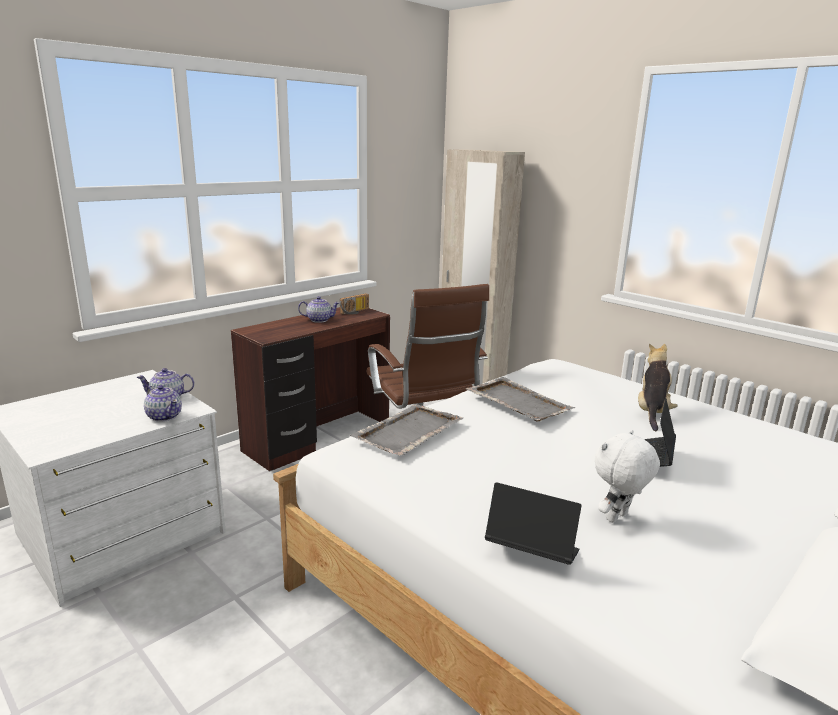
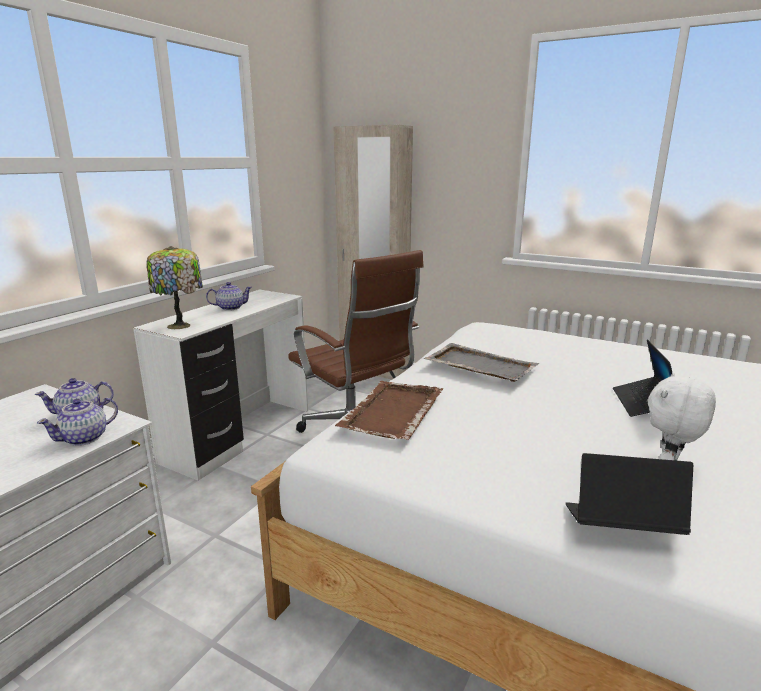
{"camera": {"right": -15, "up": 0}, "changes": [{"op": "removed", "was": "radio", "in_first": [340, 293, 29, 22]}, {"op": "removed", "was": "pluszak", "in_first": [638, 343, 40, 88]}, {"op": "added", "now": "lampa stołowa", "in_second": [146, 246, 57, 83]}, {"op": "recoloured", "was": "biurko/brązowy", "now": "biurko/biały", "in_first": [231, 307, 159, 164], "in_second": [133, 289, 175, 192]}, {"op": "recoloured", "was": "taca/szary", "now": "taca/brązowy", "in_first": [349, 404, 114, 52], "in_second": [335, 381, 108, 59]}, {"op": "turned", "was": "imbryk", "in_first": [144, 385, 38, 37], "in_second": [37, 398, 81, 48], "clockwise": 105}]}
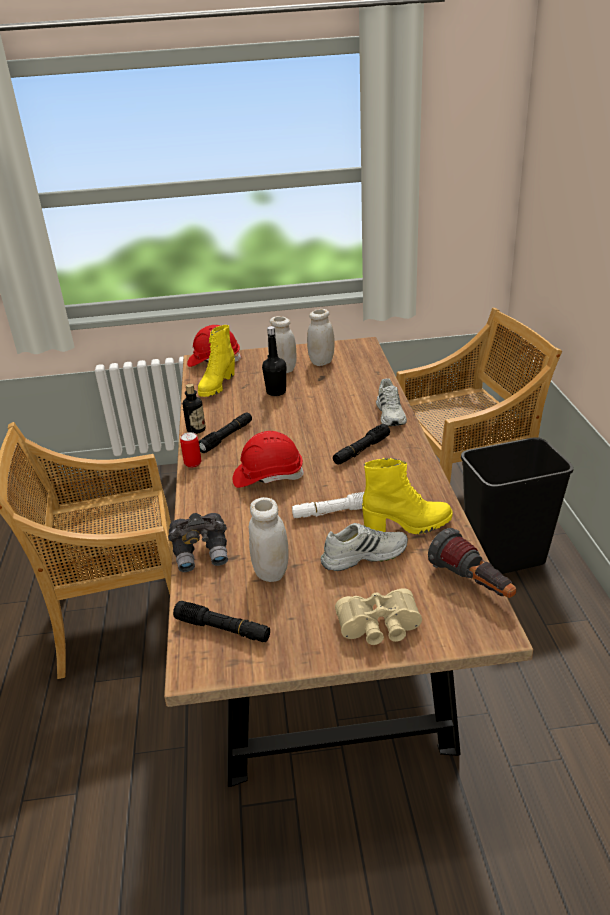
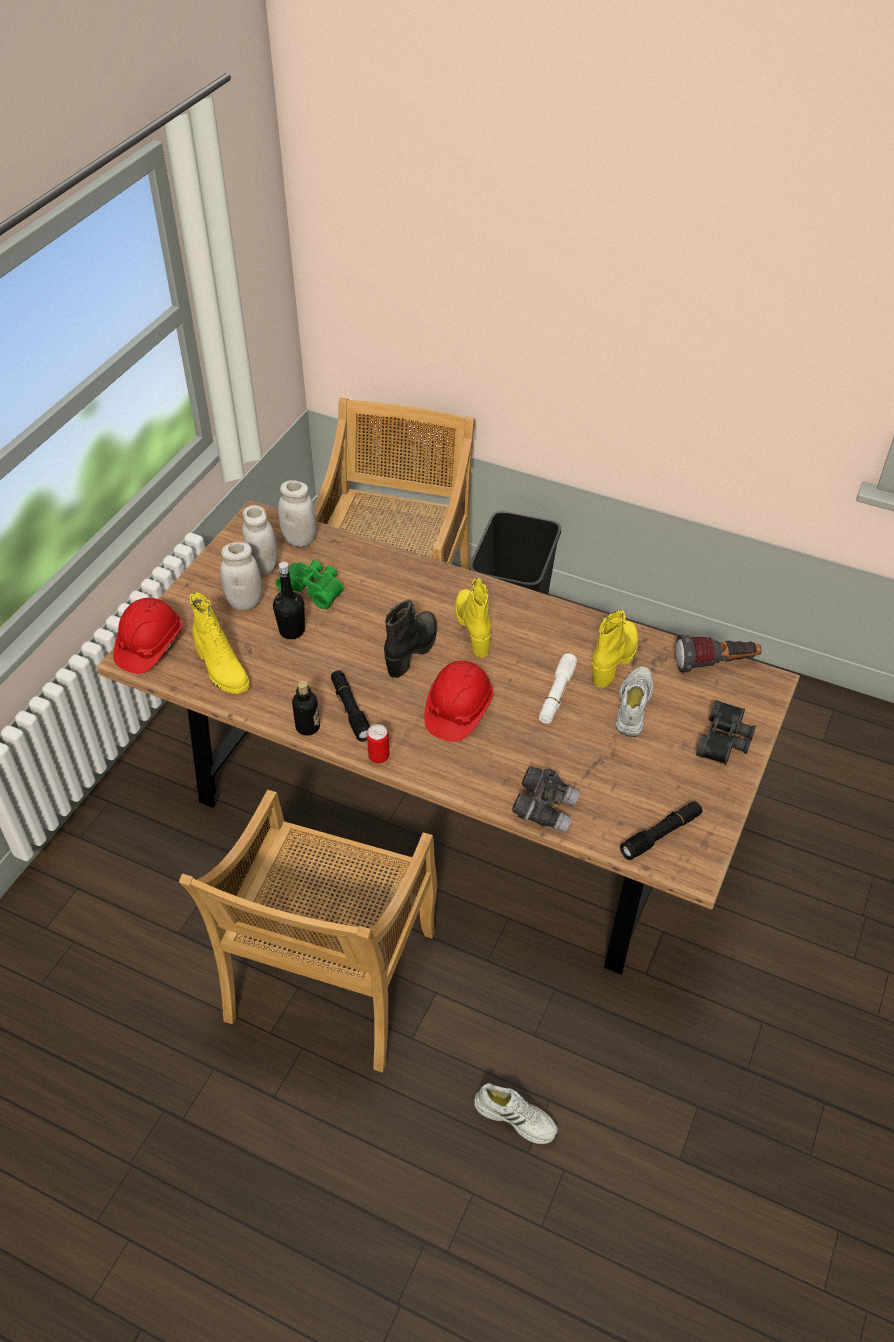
{"camera": {"right": -60, "up": 15}, "changes": [{"op": "added", "now": "lornetka/zielony", "in_second": [276, 560, 68, 49]}, {"op": "added", "now": "but z cholewką/czarny", "in_second": [384, 599, 53, 79]}, {"op": "moved", "was": "słoik/biały", "in_first": [249, 497, 39, 85], "in_second": [278, 480, 39, 67]}, {"op": "moved", "was": "but/biały", "in_first": [376, 378, 31, 48], "in_second": [474, 1083, 84, 61]}, {"op": "replaced", "was": "latarka/czarny", "now": "but z cholewką/żółty", "in_first": [333, 424, 57, 41], "in_second": [455, 578, 36, 79]}, {"op": "recoloured", "was": "lornetka/beżowy", "now": "lornetka/czarny", "in_first": [335, 588, 87, 57], "in_second": [696, 700, 60, 65]}]}
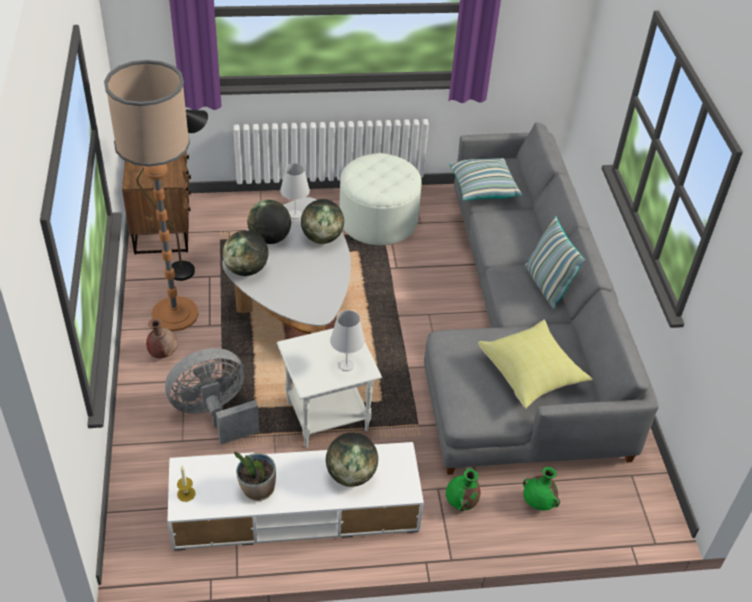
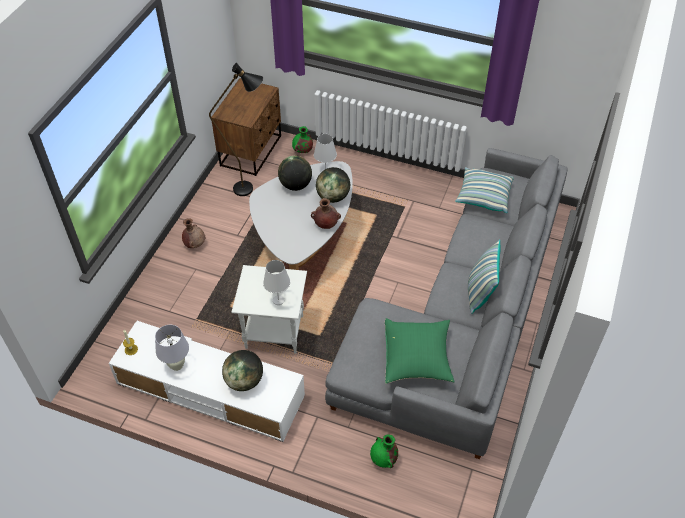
{"camera": {"right": 30, "up": 5}, "changes": [{"op": "removed", "was": "lampa stojąca", "in_first": [104, 60, 95, 271]}, {"op": "removed", "was": "wentylator/szary", "in_first": [165, 348, 94, 97]}, {"op": "removed", "was": "globus", "in_first": [223, 230, 45, 46]}, {"op": "removed", "was": "pufa/biały", "in_first": [339, 153, 83, 92]}, {"op": "added", "now": "wazon/brązowy", "in_second": [311, 198, 30, 31]}, {"op": "moved", "was": "wazon/zielony", "in_first": [446, 468, 35, 43], "in_second": [292, 126, 21, 27]}, {"op": "replaced", "was": "roślina doniczkowa", "now": "lampa stołowa/biały", "in_first": [234, 451, 42, 50], "in_second": [155, 325, 34, 46]}, {"op": "recoloured", "was": "poduszka/żółty", "now": "poduszka/zielony", "in_first": [478, 319, 115, 89], "in_second": [385, 318, 70, 66]}]}
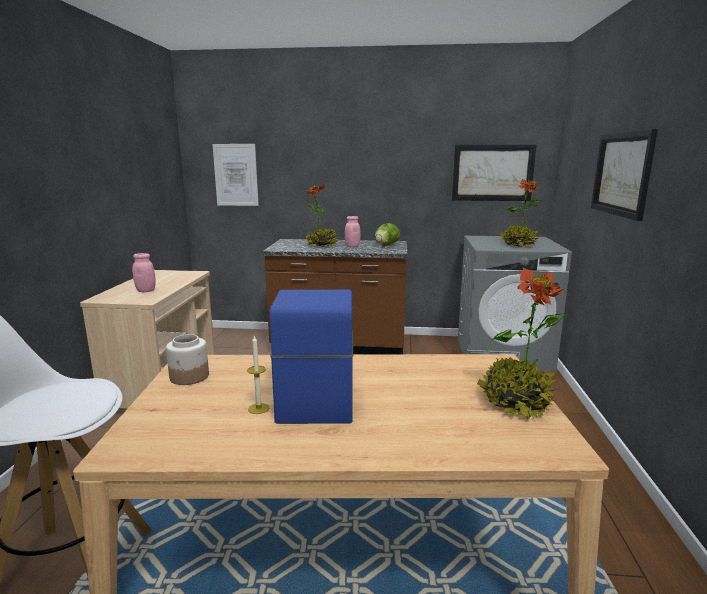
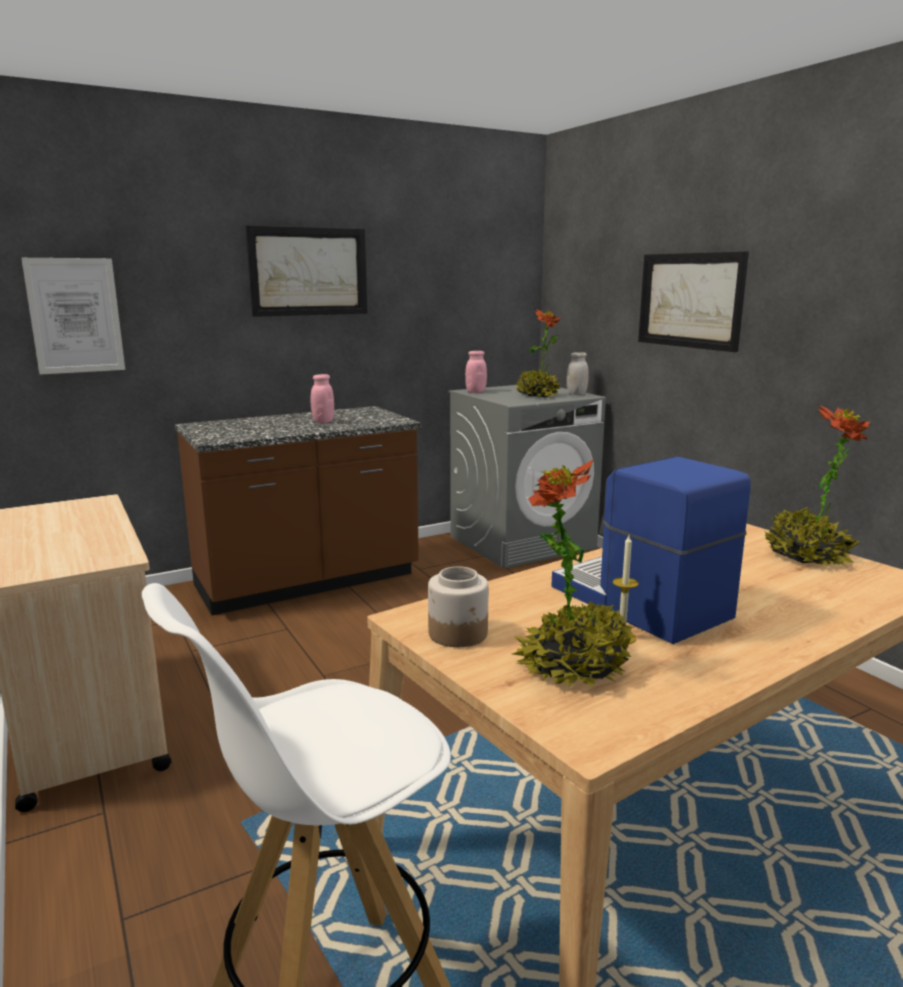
{"camera": {"right": -35, "up": 0}, "changes": [{"op": "removed", "was": "sałata", "in_first": [375, 223, 25, 23]}, {"op": "added", "now": "słoik/biały", "in_second": [567, 352, 22, 43]}, {"op": "moved", "was": "słoik/różowy", "in_first": [132, 253, 24, 39], "in_second": [465, 351, 22, 42]}, {"op": "moved", "was": "roślina doniczkowa", "in_first": [306, 185, 33, 62], "in_second": [512, 459, 121, 228]}, {"op": "moved", "was": "obraz", "in_first": [452, 145, 84, 56], "in_second": [246, 225, 121, 92]}]}
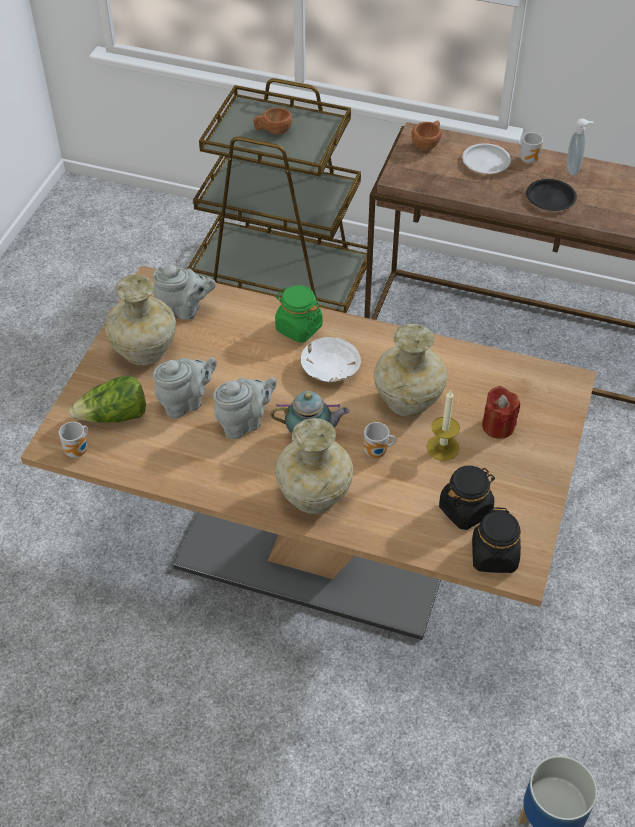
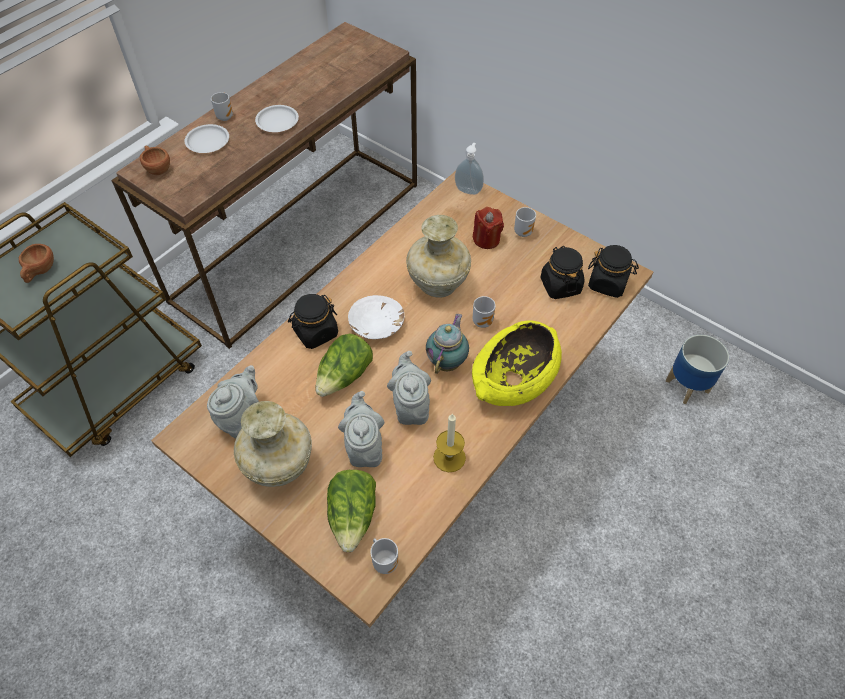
{"camera": {"right": -70, "up": 5}, "changes": [{"op": "added", "now": "sałata", "in_second": [316, 333, 57, 64]}, {"op": "added", "now": "kubek", "in_second": [514, 207, 22, 30]}, {"op": "moved", "was": "świeca", "in_first": [427, 389, 33, 72], "in_second": [433, 413, 33, 59]}, {"op": "moved", "was": "dozownik mydła", "in_first": [567, 119, 26, 56], "in_second": [455, 143, 29, 52]}, {"op": "replaced", "was": "wazon/beżowy", "now": "miska/żółty", "in_first": [275, 418, 78, 96], "in_second": [472, 320, 90, 86]}, {"op": "recoloured", "was": "słoik/zielony", "now": "słoik/czarny", "in_first": [275, 285, 47, 58], "in_second": [288, 294, 50, 55]}, {"op": "recoloured", "was": "talerz/czarny", "now": "talerz/biały", "in_first": [526, 179, 51, 32], "in_second": [255, 105, 44, 27]}]}
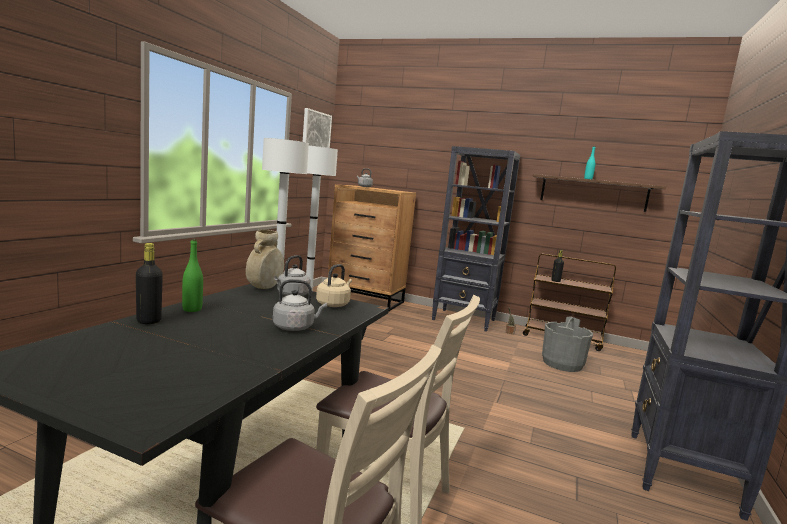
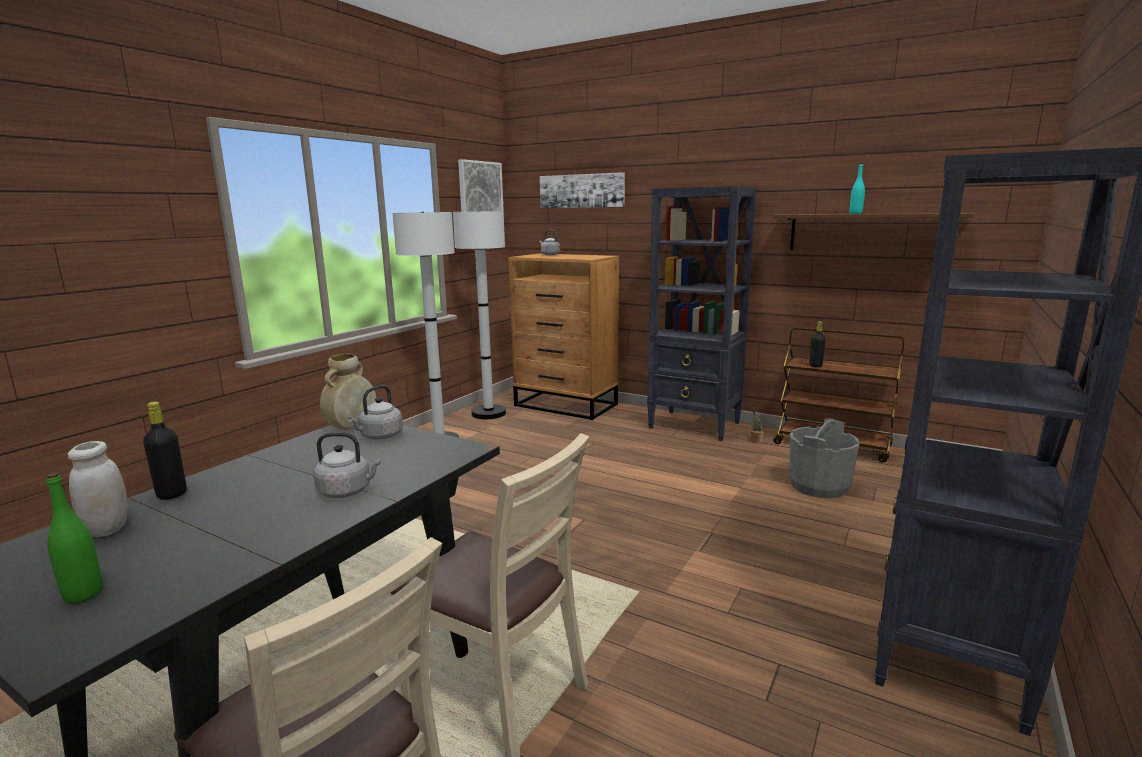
{"camera": {"right": 10, "up": 5}, "changes": [{"op": "removed", "was": "czajnik/beżowy", "in_first": [316, 264, 36, 43]}, {"op": "added", "now": "słoik/biały", "in_second": [68, 441, 59, 96]}, {"op": "added", "now": "obraz", "in_second": [540, 172, 85, 36]}, {"op": "moved", "was": "butelka/zielony", "in_first": [182, 239, 21, 73], "in_second": [46, 473, 57, 130]}]}
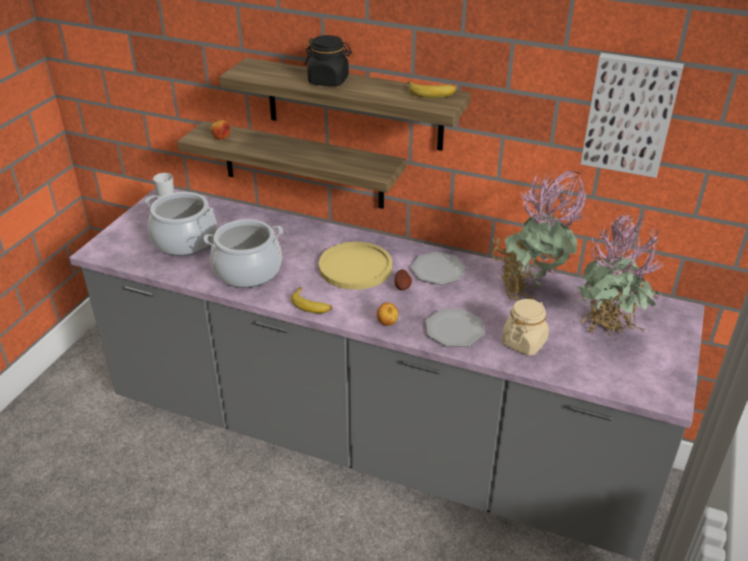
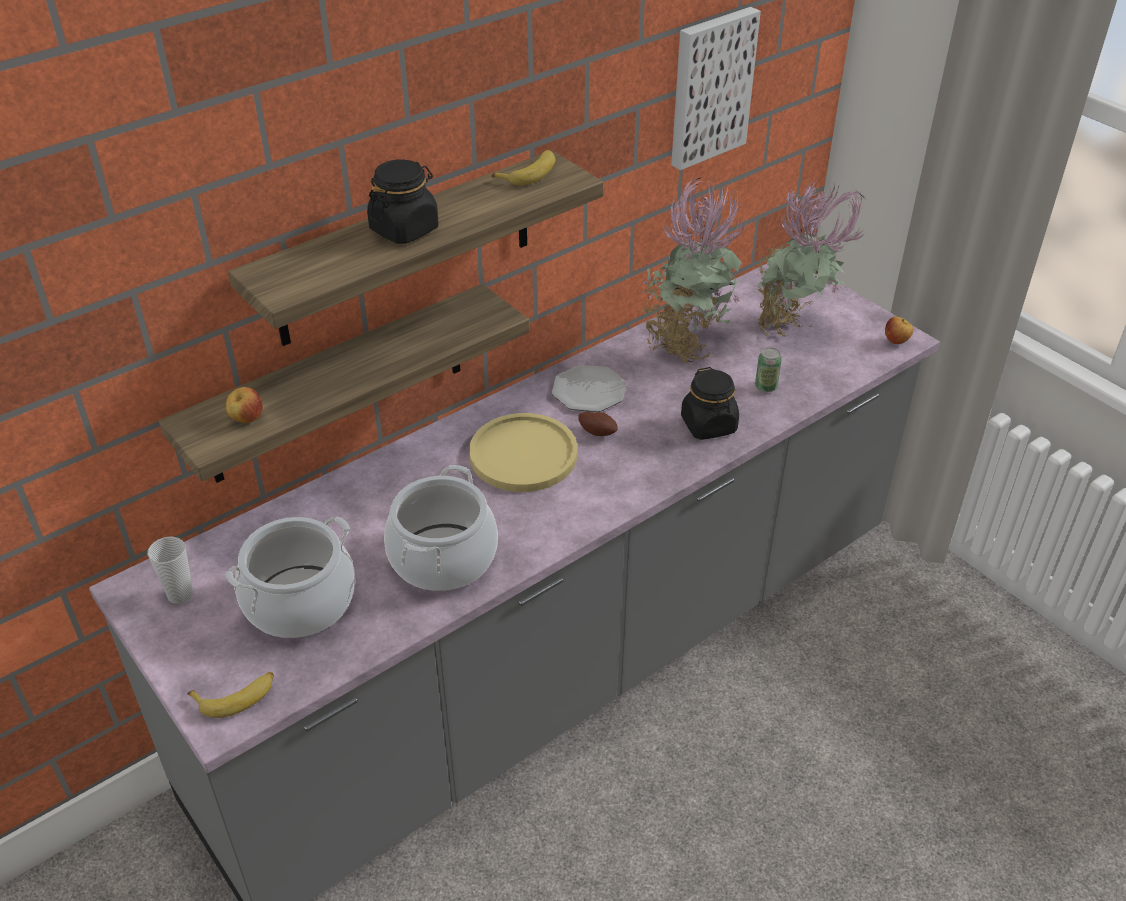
{"camera": {"right": -60, "up": 5}, "changes": [{"op": "moved", "was": "banan", "in_first": [291, 287, 41, 27], "in_second": [187, 672, 87, 46]}, {"op": "moved", "was": "jabłko", "in_first": [377, 302, 21, 24], "in_second": [885, 317, 28, 27]}, {"op": "replaced", "was": "talerz", "now": "słoik/czarny", "in_first": [425, 309, 60, 38], "in_second": [681, 367, 58, 73]}, {"op": "replaced", "was": "słoik/beżowy", "now": "puszka", "in_first": [501, 299, 48, 57], "in_second": [755, 347, 27, 45]}]}
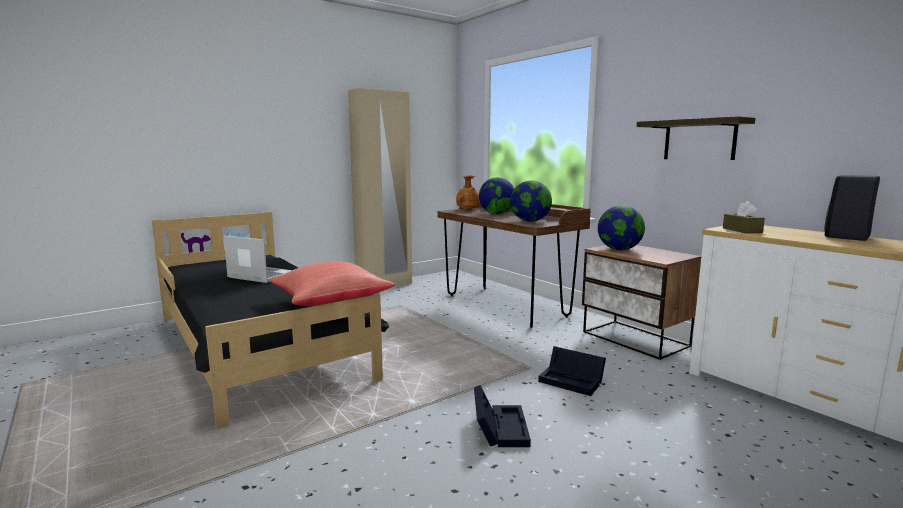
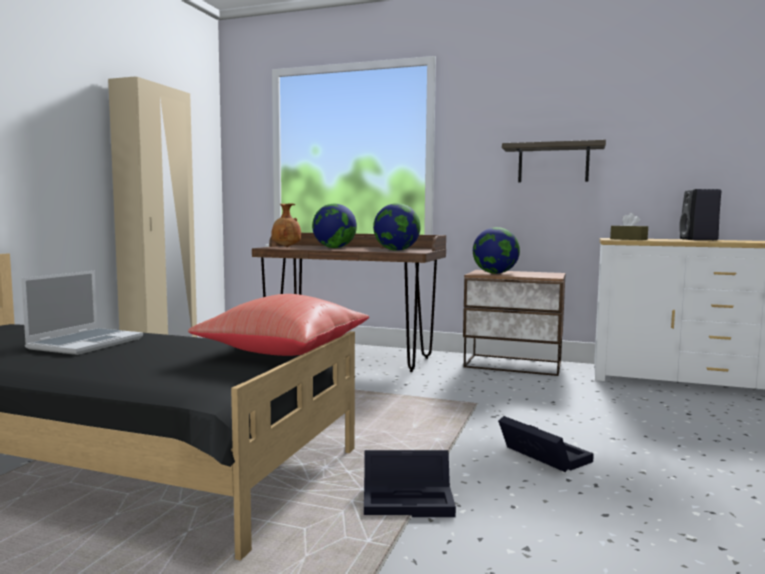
{"camera": {"right": -35, "up": -5}, "changes": [{"op": "moved", "was": "pojemnik do przechowywania/czarny", "in_first": [538, 346, 68, 50], "in_second": [364, 450, 92, 67]}, {"op": "turned", "was": "laptop", "in_first": [224, 236, 68, 47], "in_second": [21, 271, 122, 84], "clockwise": 120}]}
